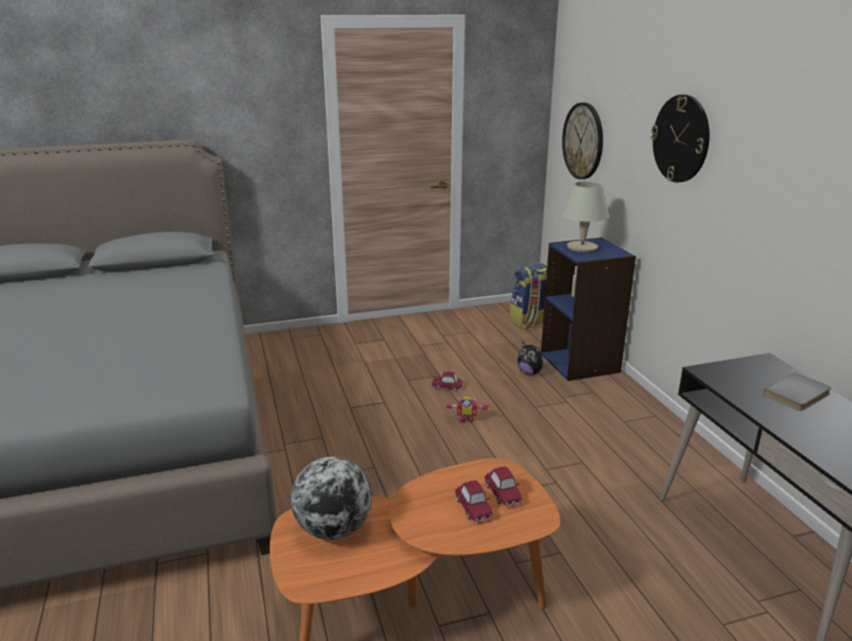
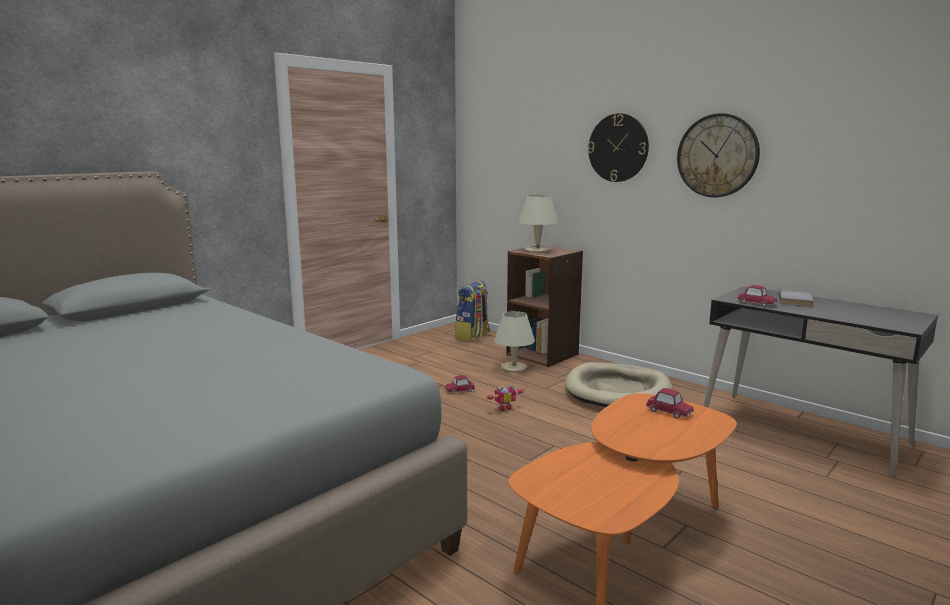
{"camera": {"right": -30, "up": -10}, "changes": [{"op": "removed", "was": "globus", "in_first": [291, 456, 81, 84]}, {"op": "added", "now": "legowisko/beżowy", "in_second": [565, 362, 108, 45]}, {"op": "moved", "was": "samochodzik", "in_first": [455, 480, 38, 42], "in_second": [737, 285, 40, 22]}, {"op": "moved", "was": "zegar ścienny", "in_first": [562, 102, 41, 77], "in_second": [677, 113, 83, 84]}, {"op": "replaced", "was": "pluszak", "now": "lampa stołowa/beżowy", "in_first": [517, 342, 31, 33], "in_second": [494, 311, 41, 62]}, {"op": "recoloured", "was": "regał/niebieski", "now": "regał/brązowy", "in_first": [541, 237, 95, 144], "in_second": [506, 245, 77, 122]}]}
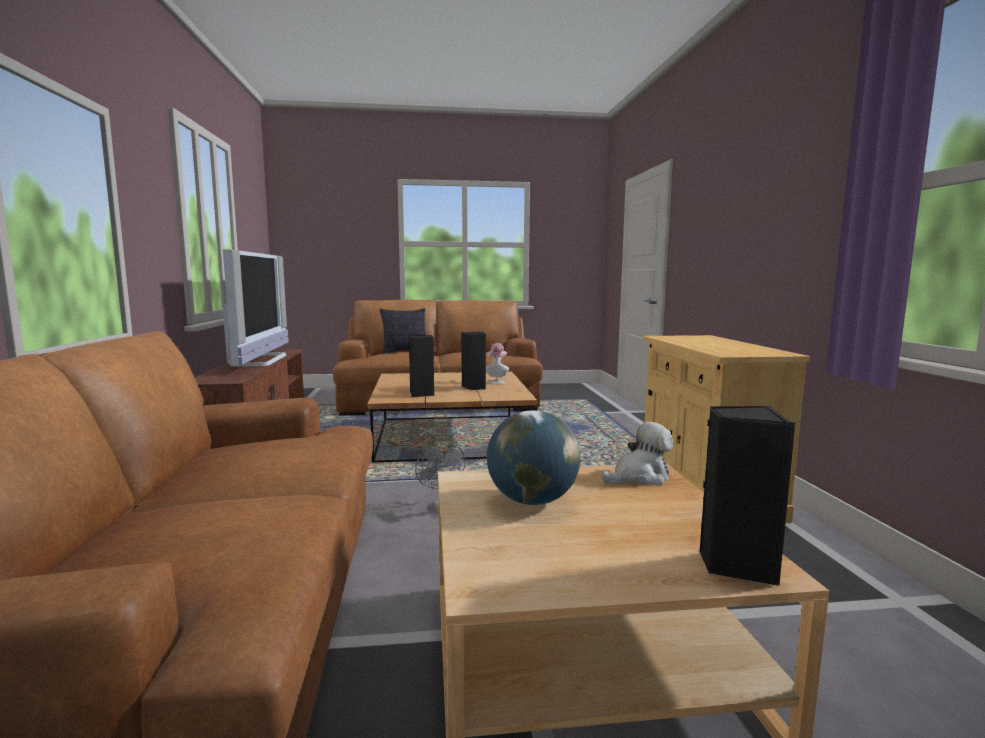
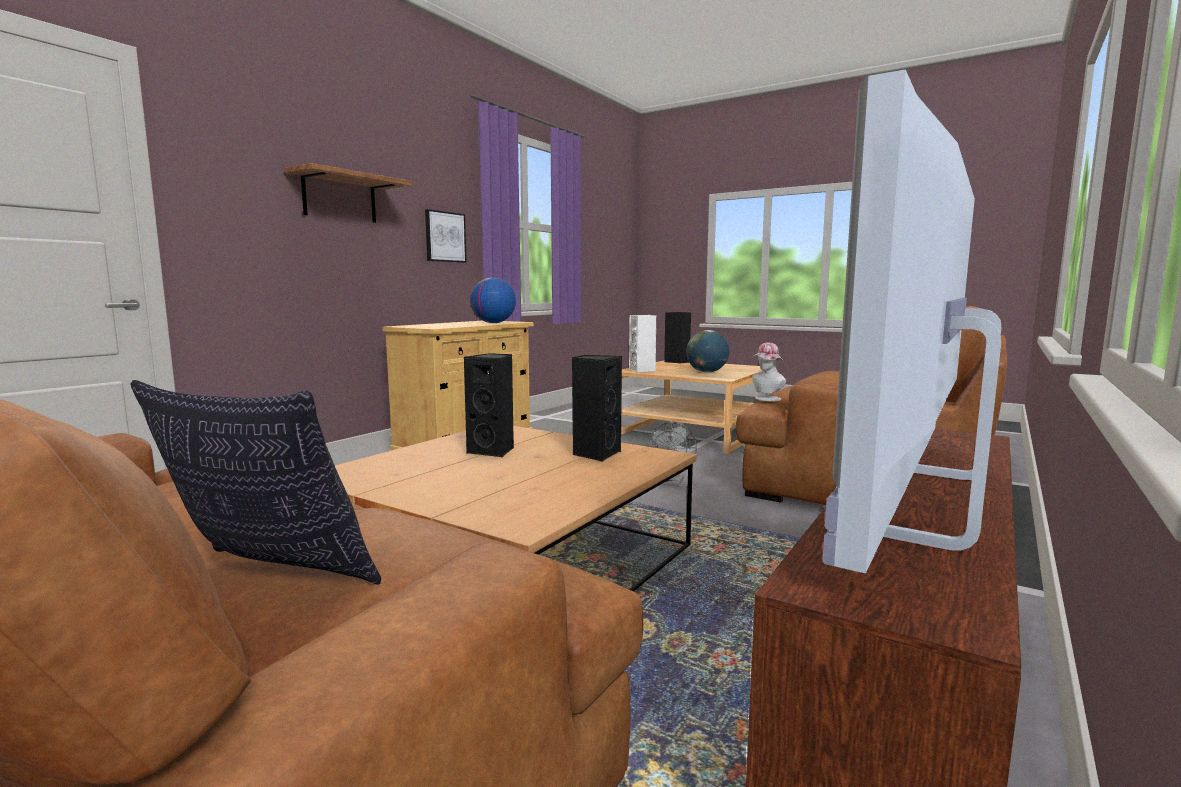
{"camera": {"right": -140, "up": 0}, "changes": [{"op": "added", "now": "półka", "in_second": [285, 163, 127, 60]}, {"op": "added", "now": "obraz", "in_second": [425, 209, 42, 54]}, {"op": "added", "now": "globus", "in_second": [470, 278, 46, 45]}, {"op": "moved", "was": "kapelusz", "in_first": [486, 343, 23, 41], "in_second": [752, 342, 34, 59]}, {"op": "replaced", "was": "pluszak", "now": "głośnik/biały", "in_first": [601, 422, 73, 64], "in_second": [629, 315, 27, 57]}]}
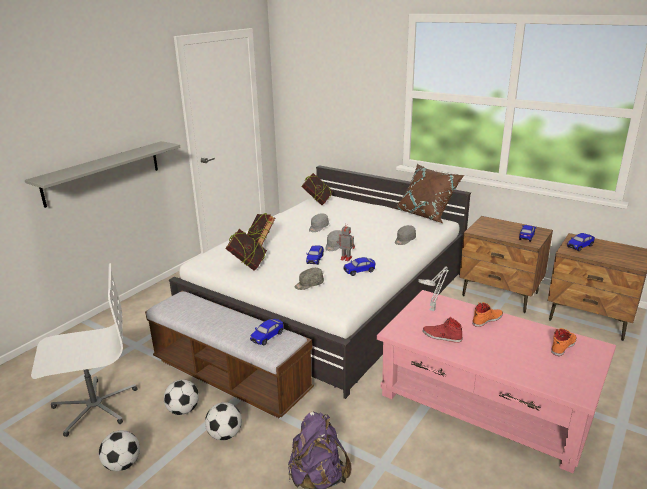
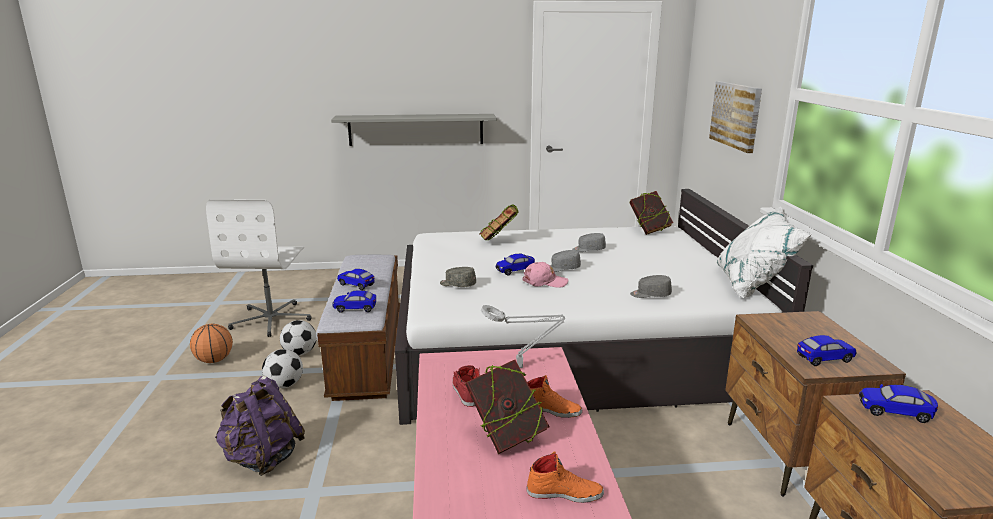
{"camera": {"right": 50, "up": -5}, "changes": [{"op": "added", "now": "obraz", "in_second": [709, 81, 53, 72]}, {"op": "moved", "was": "książka", "in_first": [225, 229, 42, 42], "in_second": [465, 360, 84, 94]}, {"op": "moved", "was": "samochodzik", "in_first": [343, 257, 32, 19], "in_second": [337, 269, 37, 21]}, {"op": "replaced", "was": "piłka futbolowa", "now": "piłka do koszykówki", "in_first": [99, 430, 41, 41], "in_second": [190, 324, 43, 39]}, {"op": "replaced", "was": "robot zabawkowy", "now": "czapka z daszkiem/różowy", "in_first": [337, 223, 18, 38], "in_second": [523, 262, 46, 26]}, {"op": "recoloured", "was": "poduszka/brązowy", "now": "poduszka/biały", "in_first": [395, 164, 69, 59], "in_second": [717, 207, 95, 91]}, {"op": "turned", "was": "krzesło biurowe/biały", "in_first": [31, 263, 107, 174], "in_second": [206, 199, 105, 138], "clockwise": 60}]}
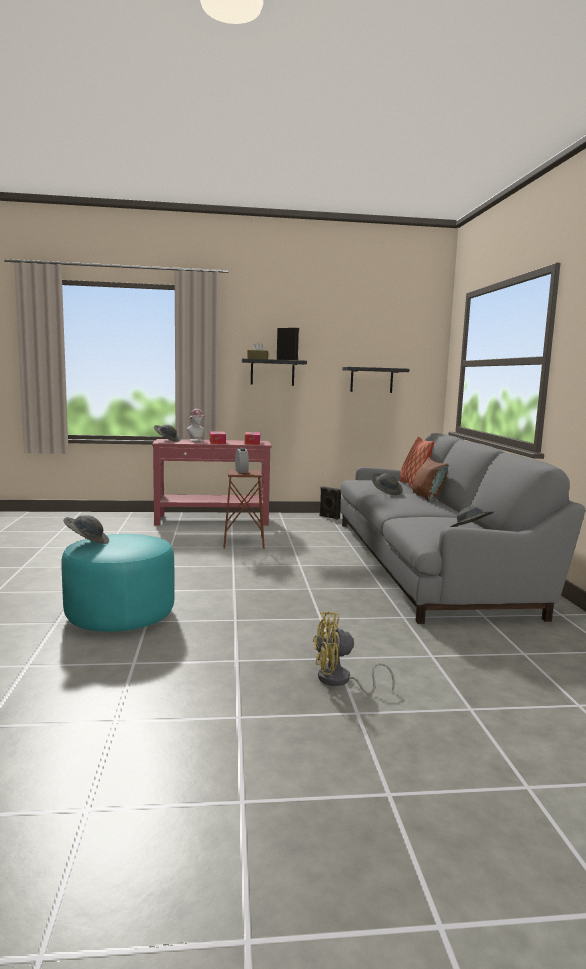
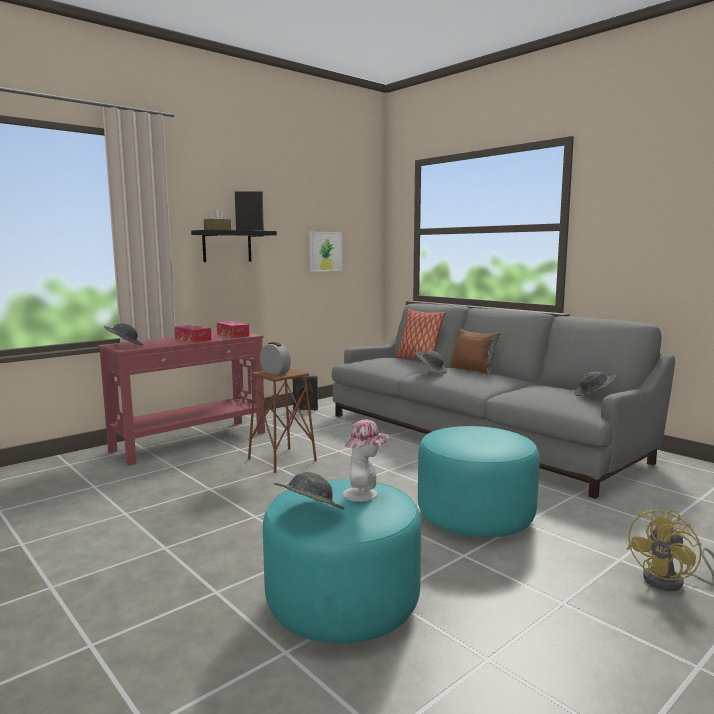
{"camera": {"right": -35, "up": 0}, "changes": [{"op": "added", "now": "pufa/turkusowy", "in_second": [418, 426, 122, 111]}, {"op": "moved", "was": "kapelusz", "in_first": [187, 409, 19, 32], "in_second": [343, 419, 47, 83]}, {"op": "replaced", "was": "półka/czarny", "now": "obraz", "in_first": [342, 367, 67, 26], "in_second": [310, 232, 32, 40]}]}
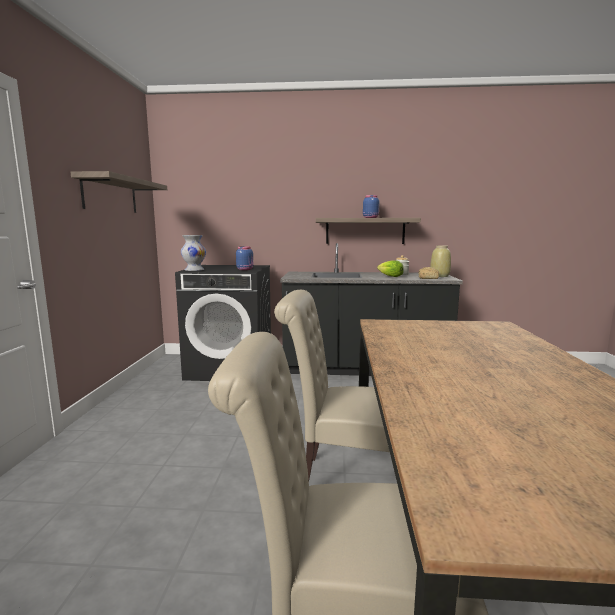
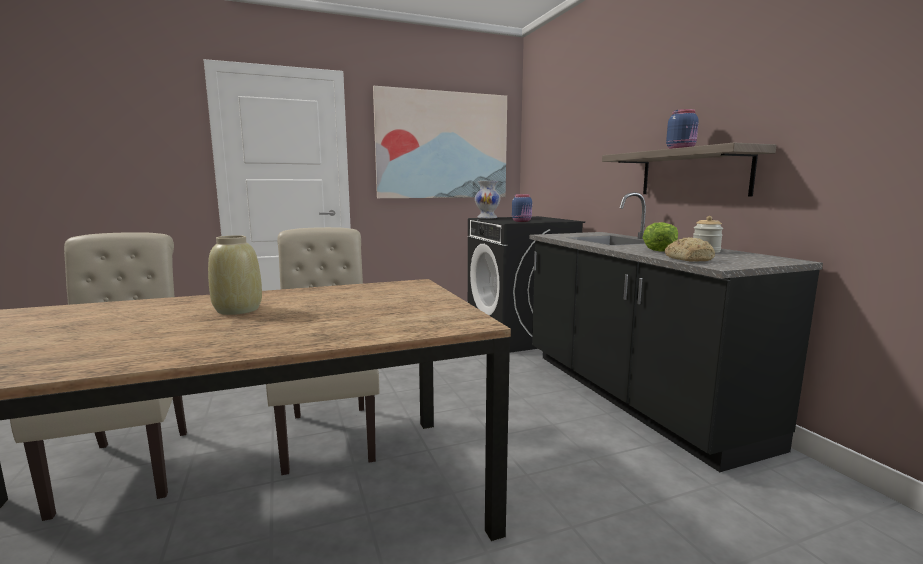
{"camera": {"right": 65, "up": 0}, "changes": [{"op": "moved", "was": "wazon/beżowy", "in_first": [430, 245, 21, 32], "in_second": [208, 235, 54, 80]}, {"op": "replaced", "was": "półka", "now": "obraz", "in_first": [70, 171, 97, 42], "in_second": [373, 86, 134, 112]}]}
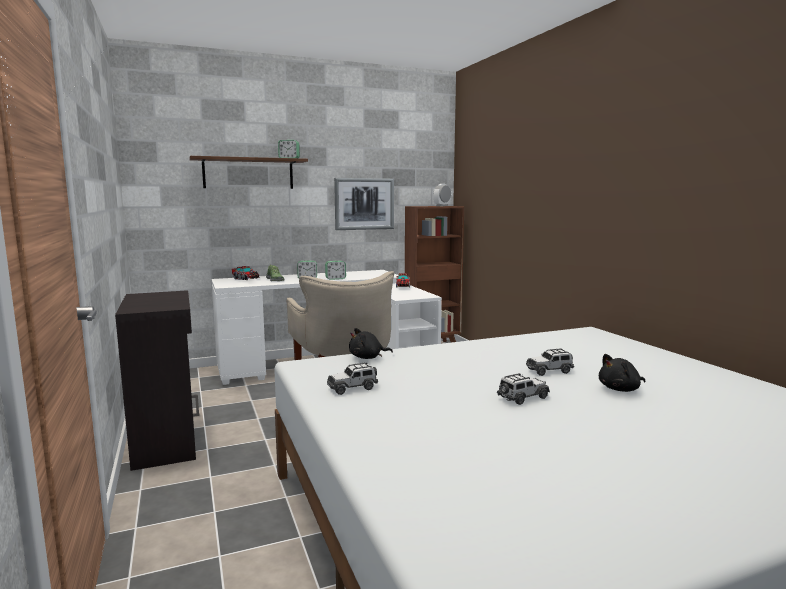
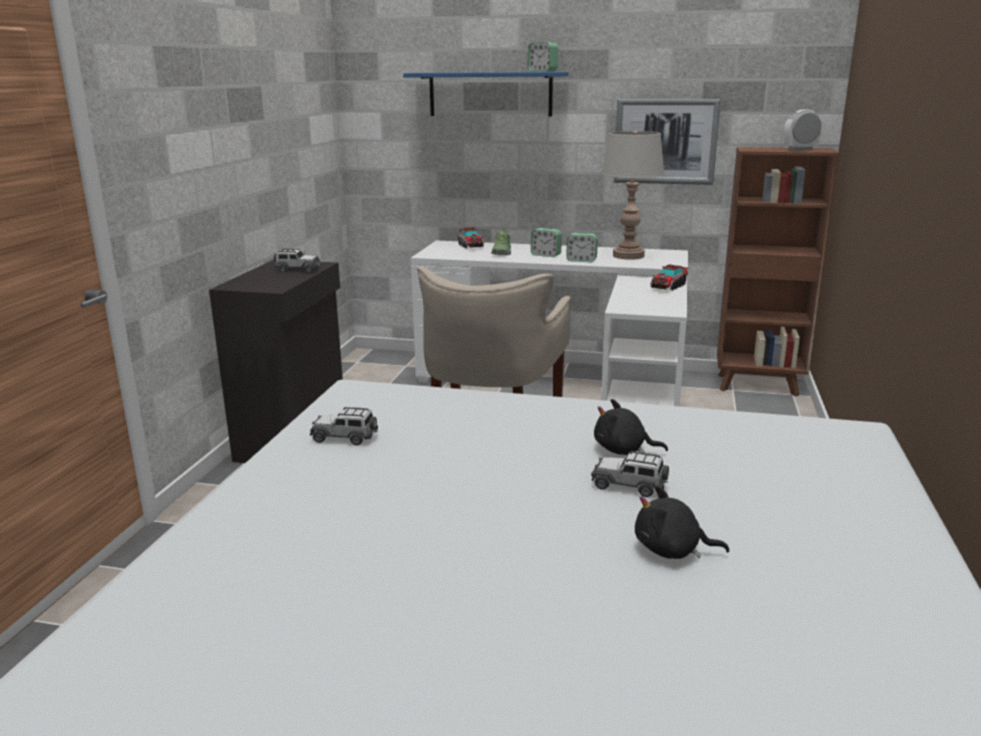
{"camera": {"right": 35, "up": 10}, "changes": [{"op": "added", "now": "lampa stołowa/szary", "in_second": [601, 131, 64, 129]}, {"op": "moved", "was": "pluszak/czarny", "in_first": [349, 328, 44, 31], "in_second": [594, 399, 74, 56]}, {"op": "moved", "was": "samochodzik", "in_first": [497, 373, 53, 32], "in_second": [274, 249, 47, 24]}, {"op": "recoloured", "was": "półka/brązowy", "now": "półka/niebieski", "in_first": [189, 156, 119, 33], "in_second": [403, 72, 166, 45]}]}
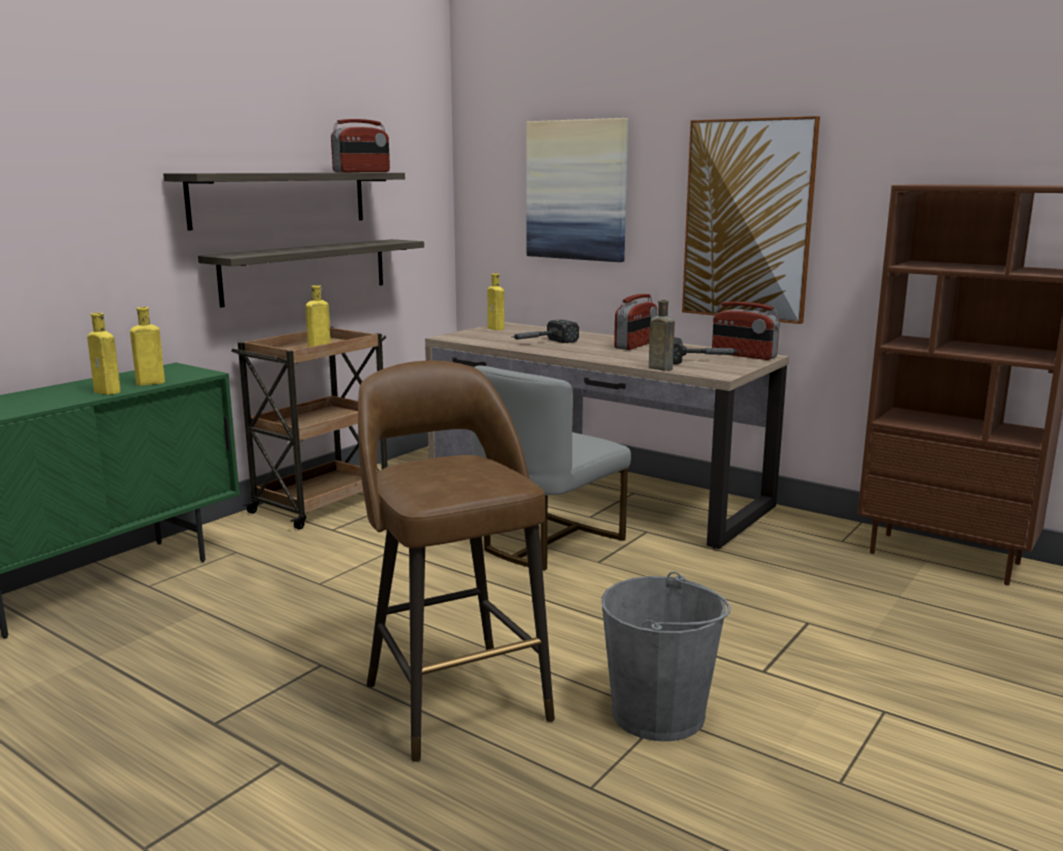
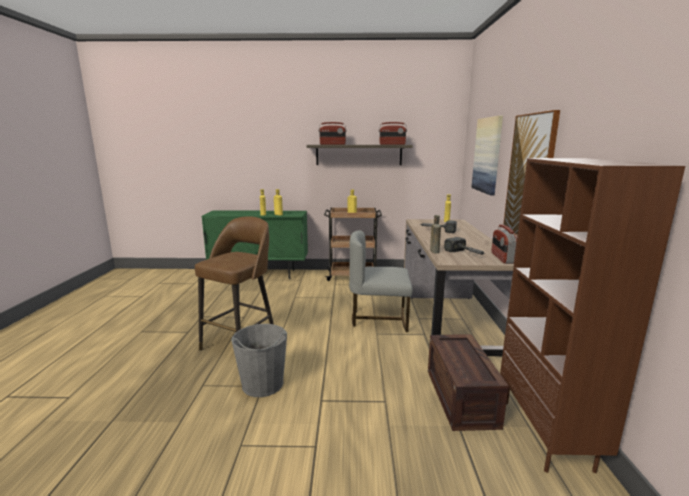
{"camera": {"right": 55, "up": 0}, "changes": [{"op": "removed", "was": "półka", "in_first": [198, 239, 226, 68]}, {"op": "added", "now": "skrzynka", "in_second": [428, 334, 81, 97]}, {"op": "moved", "was": "radio", "in_first": [614, 294, 43, 56], "in_second": [319, 122, 28, 23]}]}
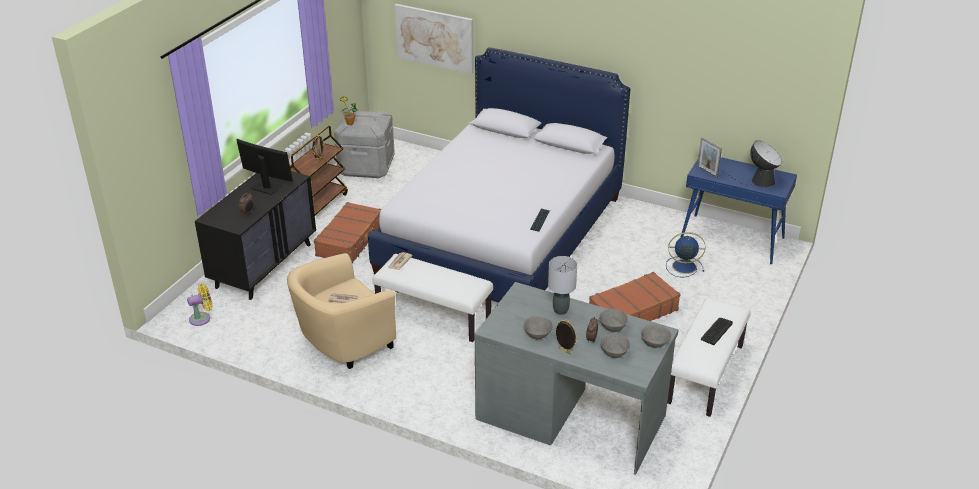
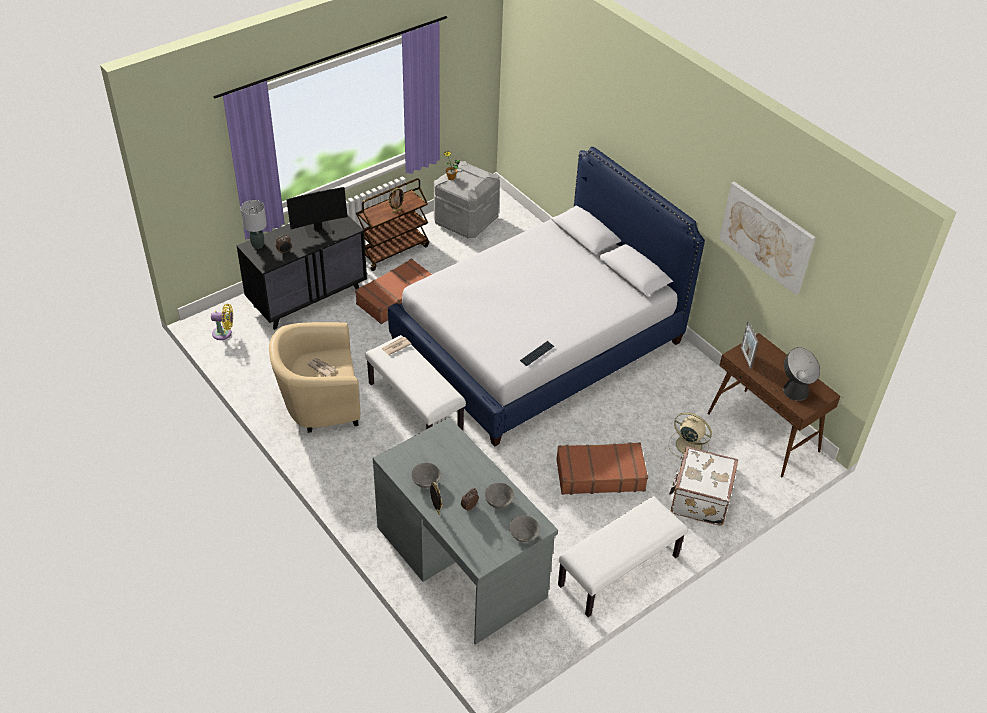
{"camera": {"right": 25, "up": 10}, "changes": [{"op": "removed", "was": "miska/szary", "in_first": [600, 334, 30, 24]}, {"op": "removed", "was": "klawiatura", "in_first": [701, 318, 32, 27]}, {"op": "added", "now": "walizka/biały", "in_second": [669, 446, 69, 80]}, {"op": "moved", "was": "obraz", "in_first": [395, 4, 79, 70], "in_second": [719, 181, 97, 114]}, {"op": "moved", "was": "lampa stołowa/szary", "in_first": [548, 256, 29, 59], "in_second": [241, 200, 26, 49]}, {"op": "recoloured", "was": "wentylator/niebieski", "now": "wentylator/beżowy", "in_first": [666, 232, 40, 45], "in_second": [668, 413, 44, 44]}, {"op": "recoloured", "was": "stolik konsolowy/niebieski", "now": "stolik konsolowy/brązowy", "in_first": [680, 157, 117, 107], "in_second": [707, 333, 134, 144]}, {"op": "turned", "was": "monitor", "in_first": [236, 139, 57, 56], "in_second": [286, 187, 62, 51], "clockwise": 105}]}
